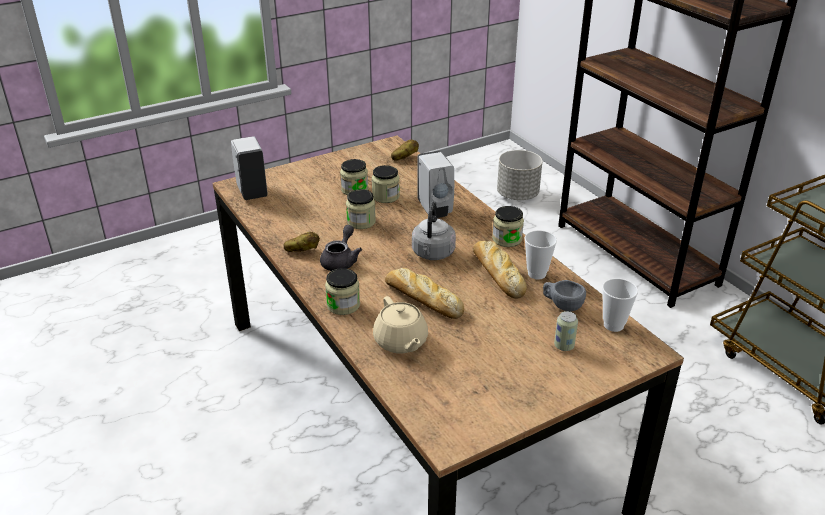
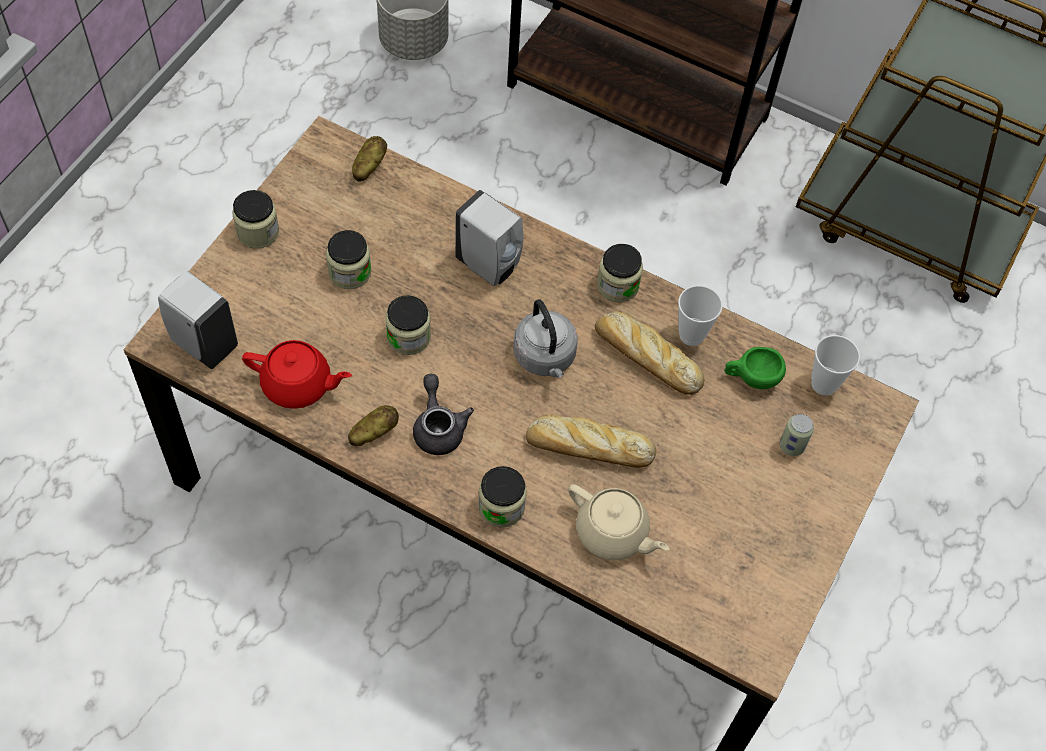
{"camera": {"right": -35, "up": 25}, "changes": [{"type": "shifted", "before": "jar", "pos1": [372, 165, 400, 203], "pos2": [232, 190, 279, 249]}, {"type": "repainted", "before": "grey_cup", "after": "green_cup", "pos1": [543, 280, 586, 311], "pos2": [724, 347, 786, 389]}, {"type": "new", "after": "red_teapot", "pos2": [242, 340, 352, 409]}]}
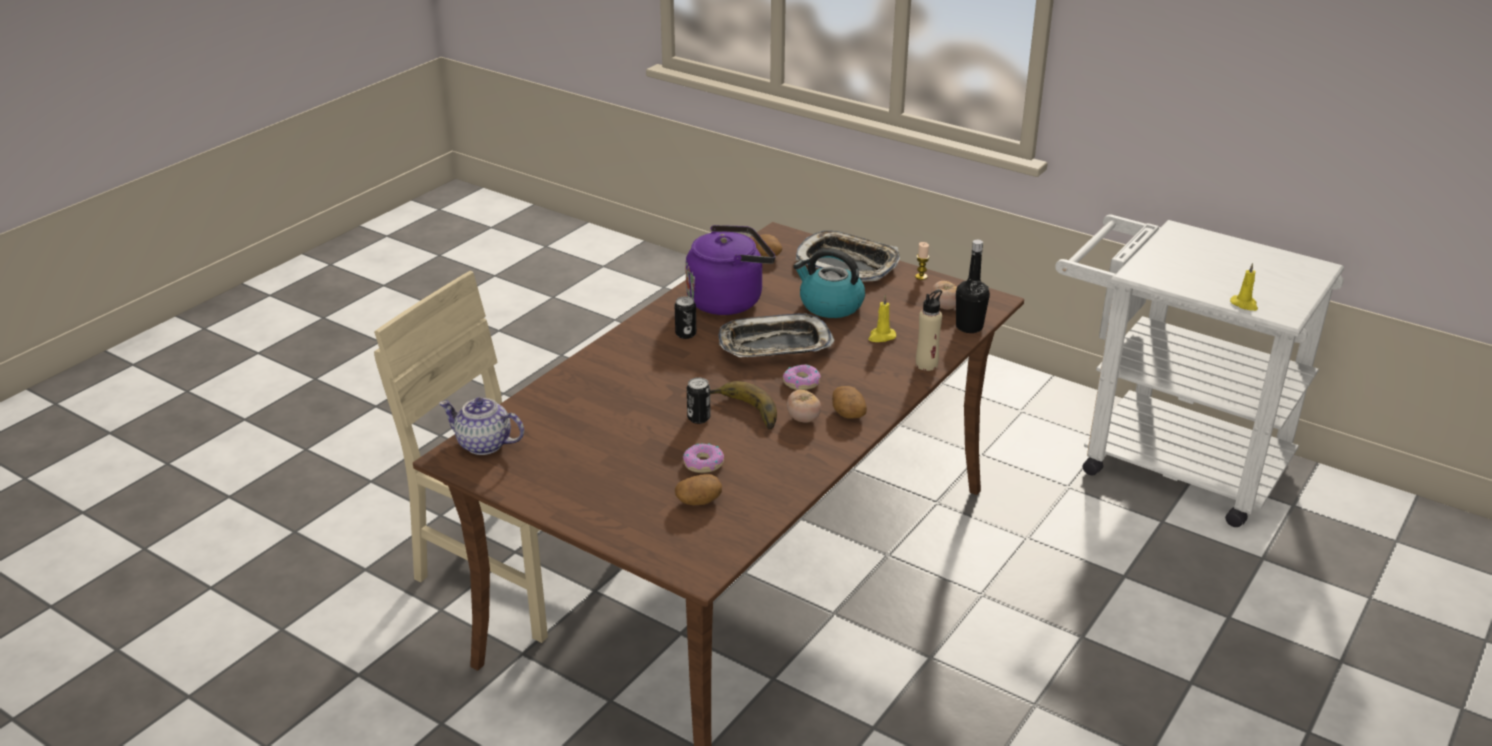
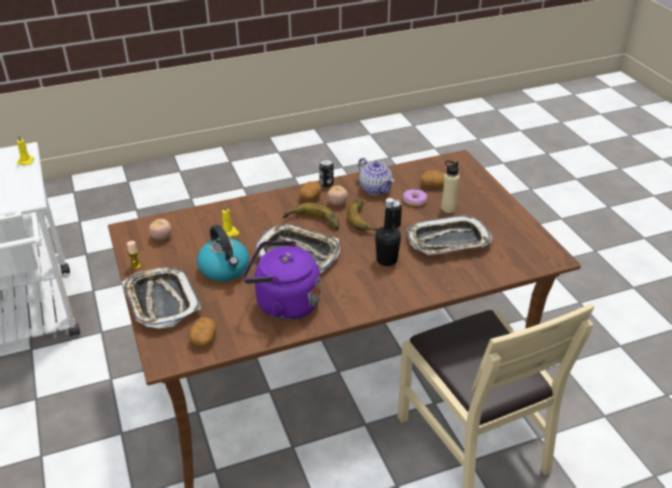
{"camera": {"right": -145, "up": 5}, "changes": [{"type": "shifted", "before": "teapot", "pos1": [439, 397, 524, 455], "pos2": [358, 158, 394, 195]}, {"type": "shifted", "before": "can", "pos1": [675, 296, 696, 339], "pos2": [319, 159, 334, 187]}, {"type": "swapped", "before": "donut", "after": "banana", "pos1": [783, 365, 821, 390], "pos2": [283, 203, 339, 230]}, {"type": "shifted", "before": "beige_bottle", "pos1": [916, 289, 942, 371], "pos2": [441, 161, 460, 213]}, {"type": "shifted", "before": "black_bottle", "pos1": [956, 240, 990, 333], "pos2": [375, 198, 401, 266]}, {"type": "new", "after": "tray", "pos2": [406, 215, 492, 255]}]}
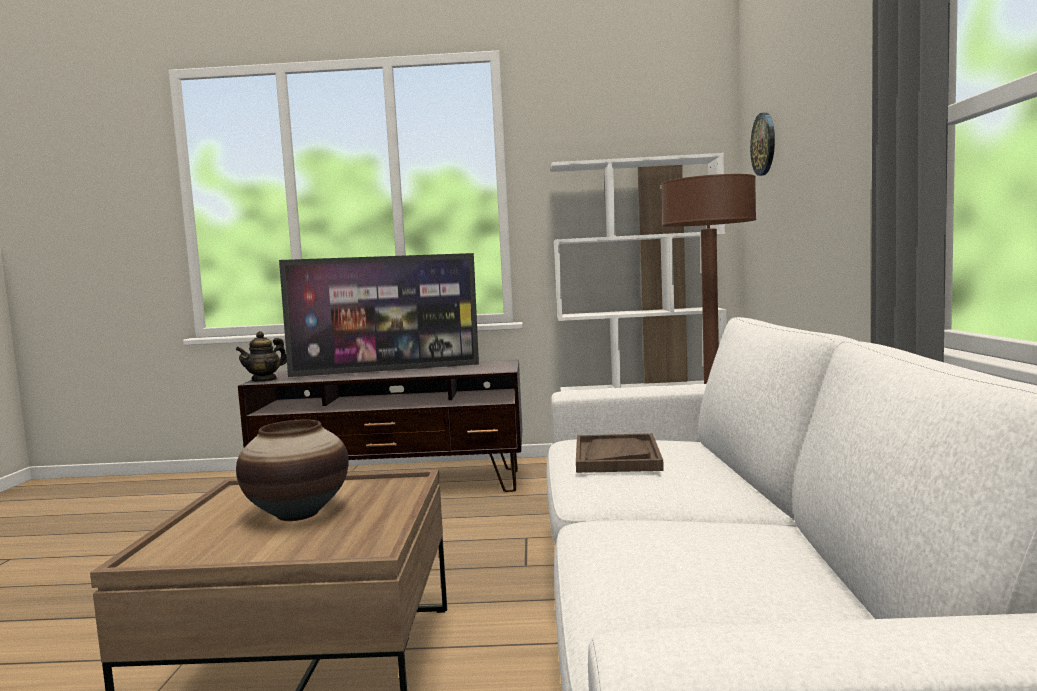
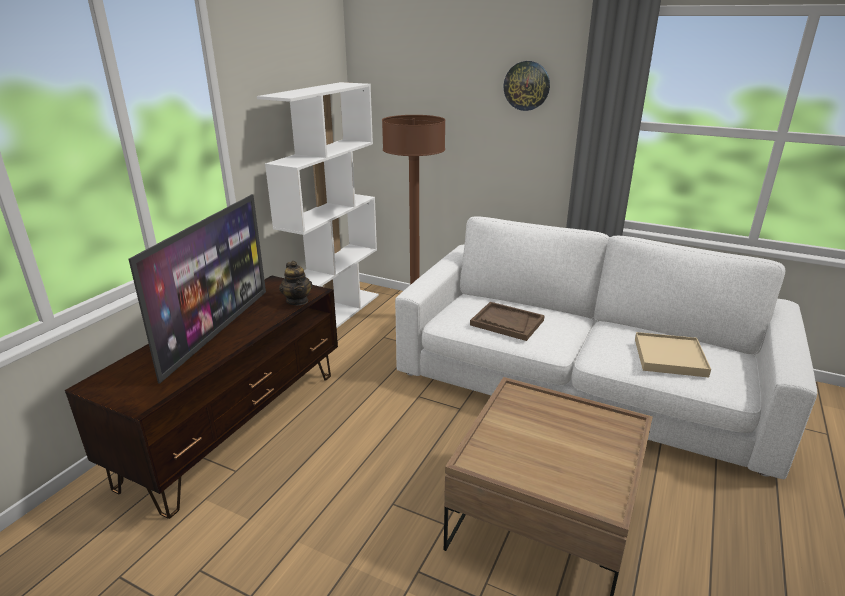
{"camera": {"right": -65, "up": 20}, "changes": [{"type": "shifted", "before": "teapot", "pos1": [236, 331, 287, 382], "pos2": [279, 261, 312, 305]}, {"type": "gone", "before": "vase", "pos1": [236, 419, 349, 521]}, {"type": "shifted", "before": "wall_clock", "pos1": [750, 113, 775, 176], "pos2": [504, 61, 550, 111]}, {"type": "new", "after": "beige_tray", "pos2": [635, 332, 711, 378]}]}
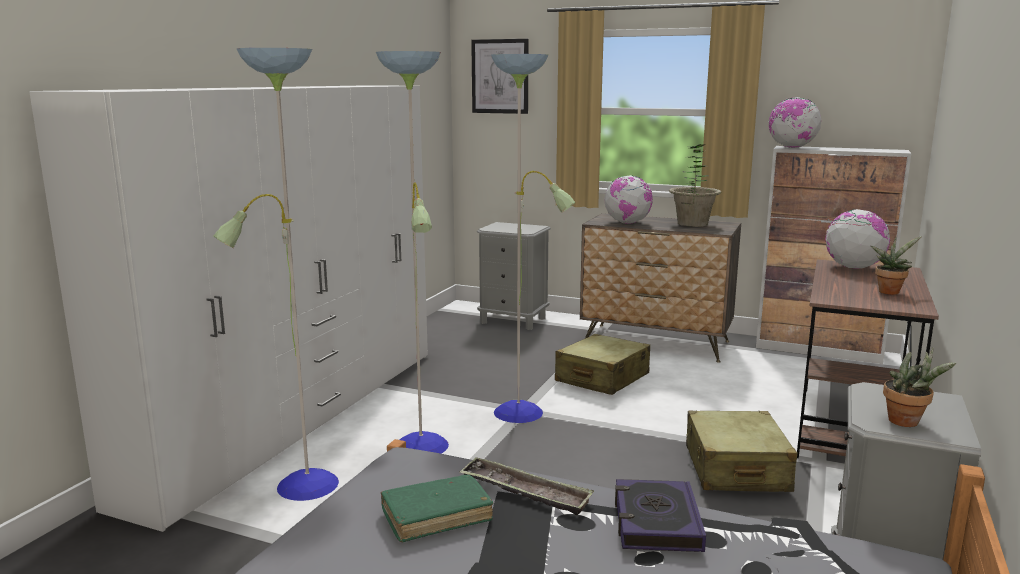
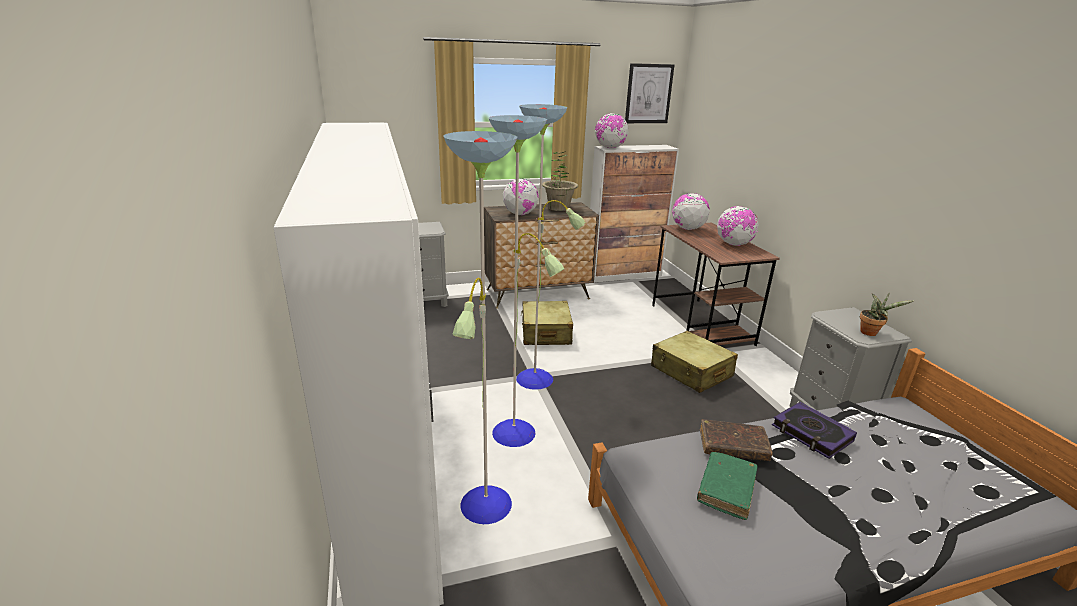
{"camera": {"right": -40, "up": 10}, "changes": [{"type": "swapped", "before": "tray", "after": "brown_book", "pos1": [459, 457, 594, 515], "pos2": [700, 419, 773, 461]}, {"type": "shifted", "before": "picture", "pos1": [471, 39, 529, 114], "pos2": [625, 63, 674, 123]}, {"type": "swapped", "before": "potted_plant", "after": "globe", "pos1": [871, 236, 922, 295], "pos2": [717, 206, 758, 246]}]}
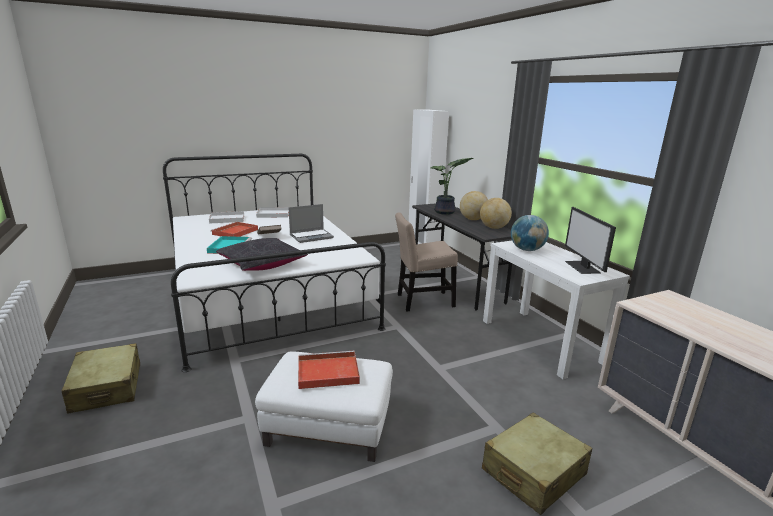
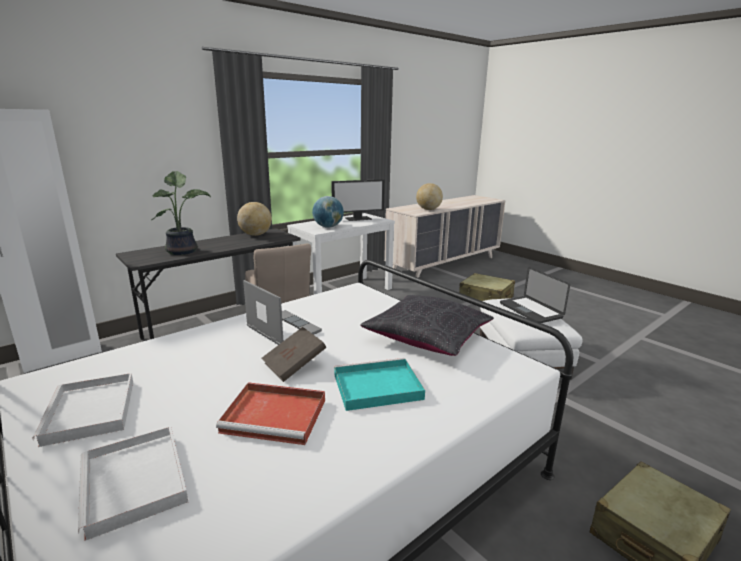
{"camera": {"right": -105, "up": 0}, "changes": [{"type": "swapped", "before": "red_tray", "after": "laptop", "pos1": [298, 351, 360, 389], "pos2": [500, 267, 570, 323]}, {"type": "shifted", "before": "globe", "pos1": [460, 191, 488, 220], "pos2": [416, 183, 443, 210]}]}
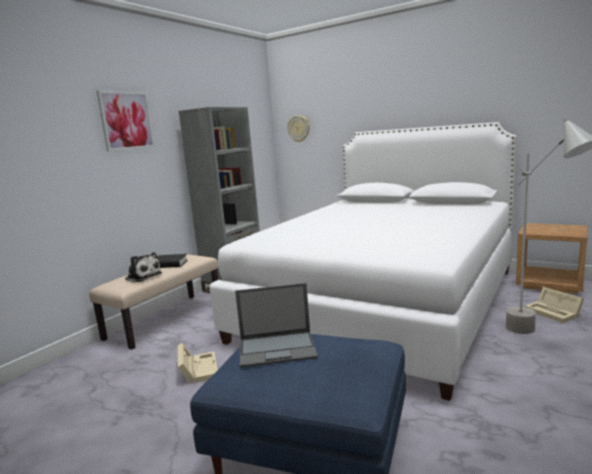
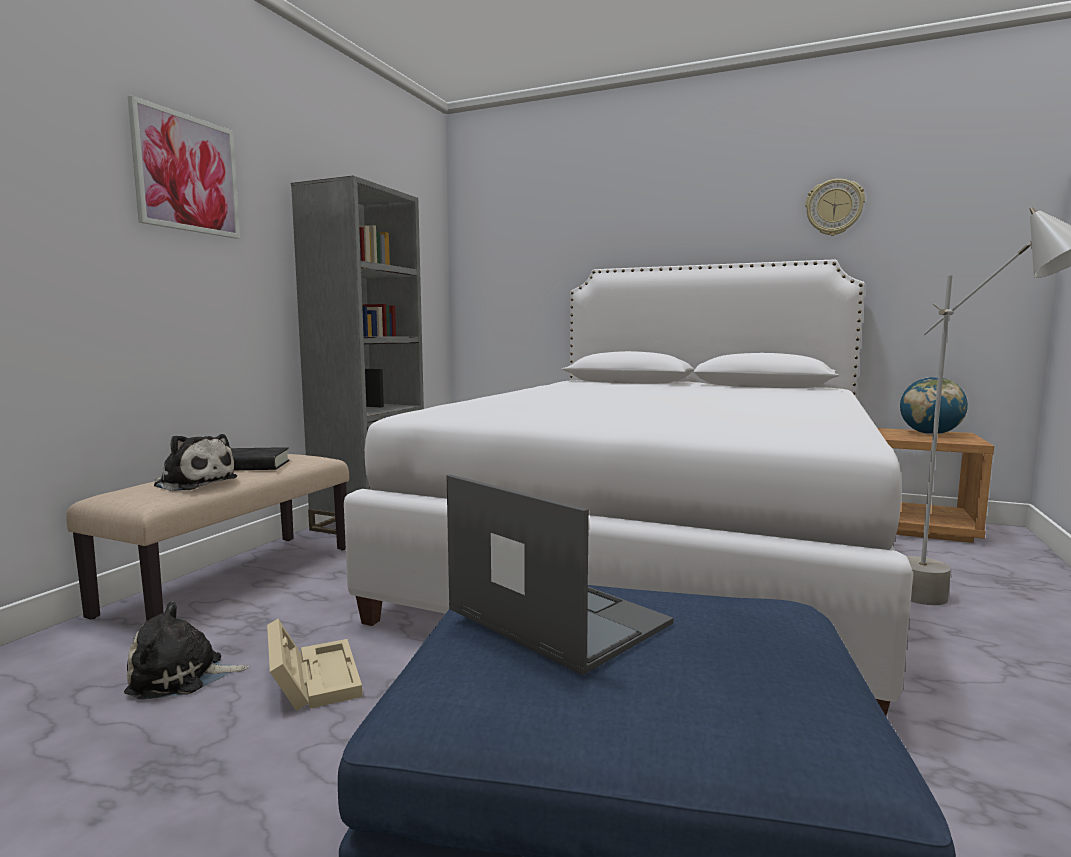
{"camera": {"right": -10, "up": -5}, "changes": [{"type": "rotated", "before": "laptop", "pos1": [235, 283, 318, 368], "pos2": [447, 474, 674, 675], "turn": -120}, {"type": "shifted", "before": "wall_clock", "pos1": [287, 115, 310, 142], "pos2": [805, 179, 865, 236]}, {"type": "gone", "before": "beige_storage_box", "pos1": [525, 287, 584, 323]}, {"type": "new", "after": "plush_toy", "pos2": [124, 601, 249, 699]}, {"type": "new", "after": "globe", "pos2": [900, 377, 968, 434]}]}
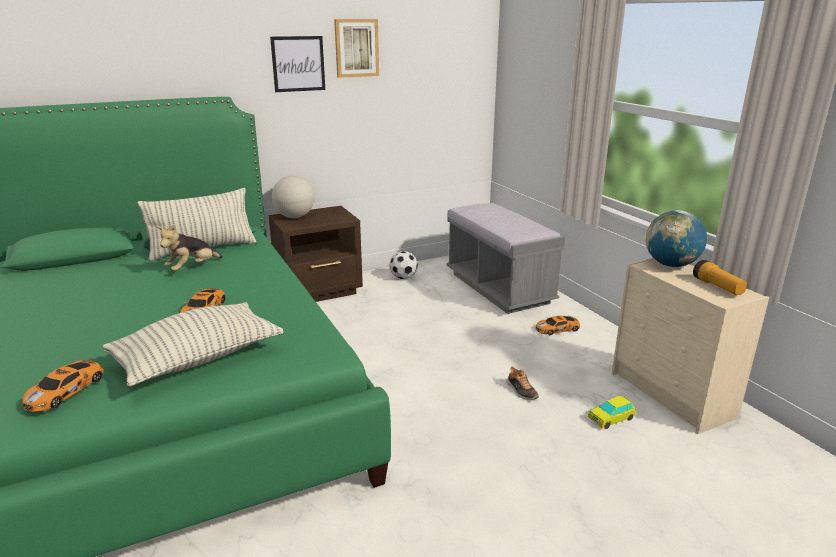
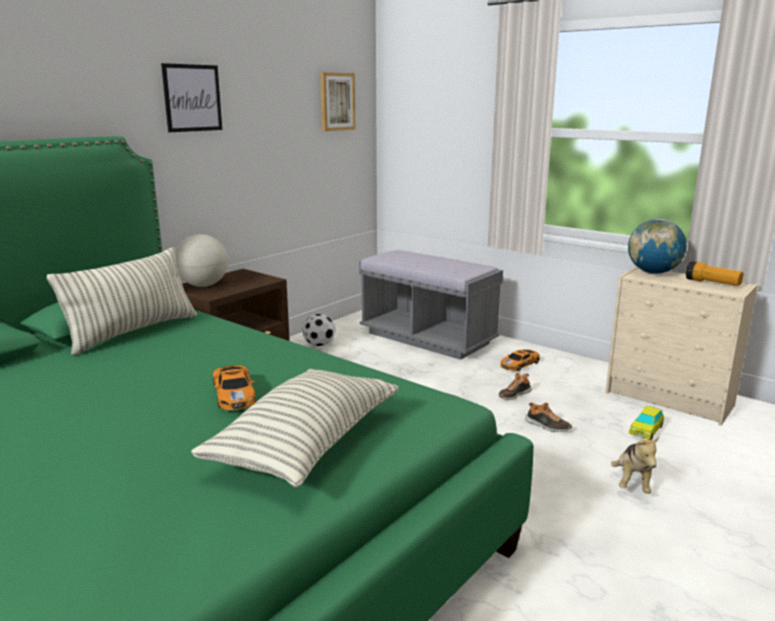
{"camera": {"right": -25, "up": -5}, "changes": [{"type": "gone", "before": "toy_car", "pos1": [22, 360, 104, 412]}, {"type": "shifted", "before": "plush_toy", "pos1": [157, 226, 223, 271], "pos2": [611, 437, 659, 494]}, {"type": "shifted", "before": "picture", "pos1": [334, 19, 379, 78], "pos2": [320, 72, 355, 131]}, {"type": "new", "after": "shoe", "pos2": [499, 373, 532, 400]}]}
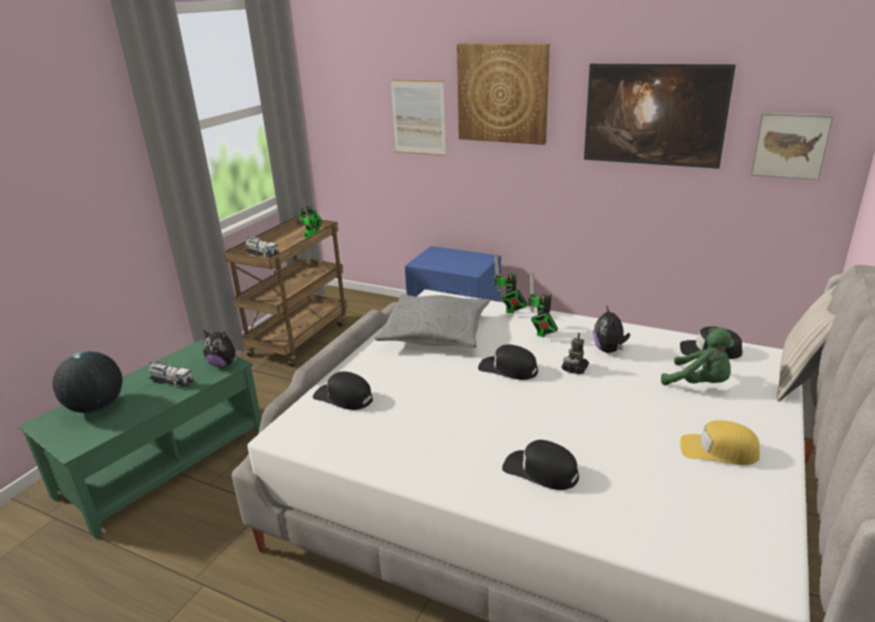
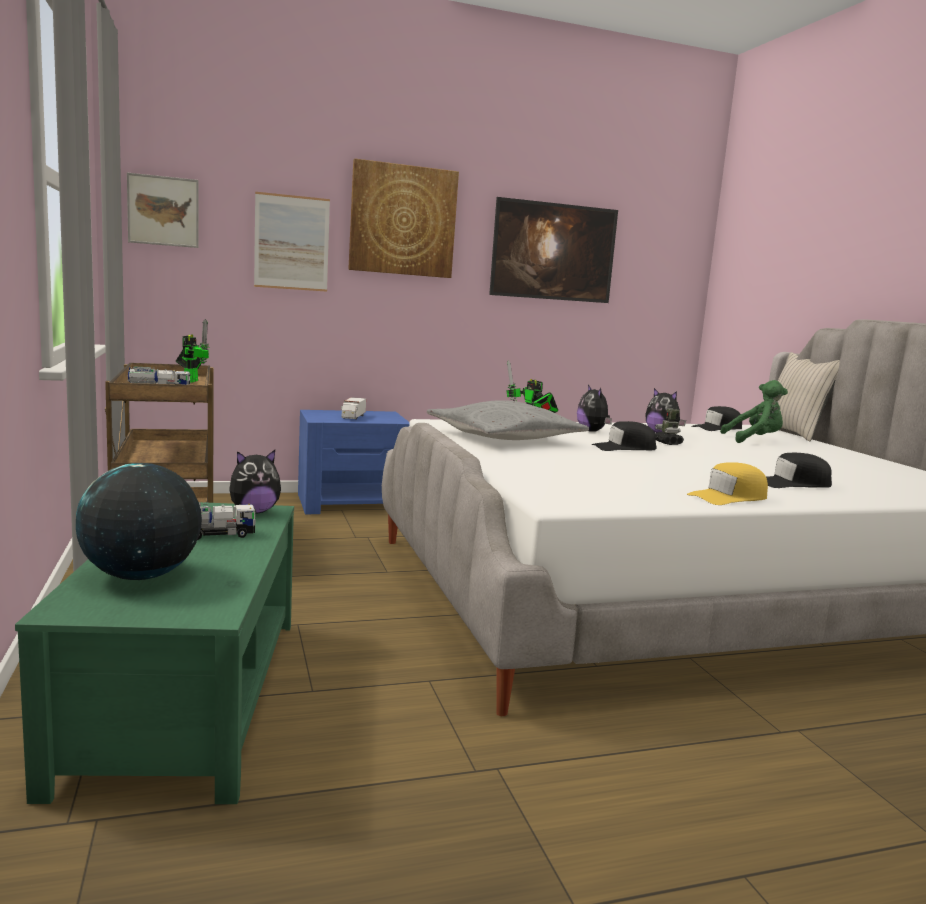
{"camera": {"right": -45, "up": -15}, "changes": [{"type": "gone", "before": "black_cap", "pos1": [313, 371, 373, 410]}, {"type": "swapped", "before": "toy_robot", "after": "plush_toy", "pos1": [528, 271, 558, 337], "pos2": [577, 385, 612, 432]}, {"type": "shifted", "before": "yellow_cap", "pos1": [680, 420, 760, 465], "pos2": [687, 462, 768, 505]}, {"type": "shifted", "before": "picture", "pos1": [750, 113, 834, 180], "pos2": [127, 173, 199, 248]}, {"type": "new", "after": "toy_truck", "pos2": [341, 397, 366, 420]}]}
